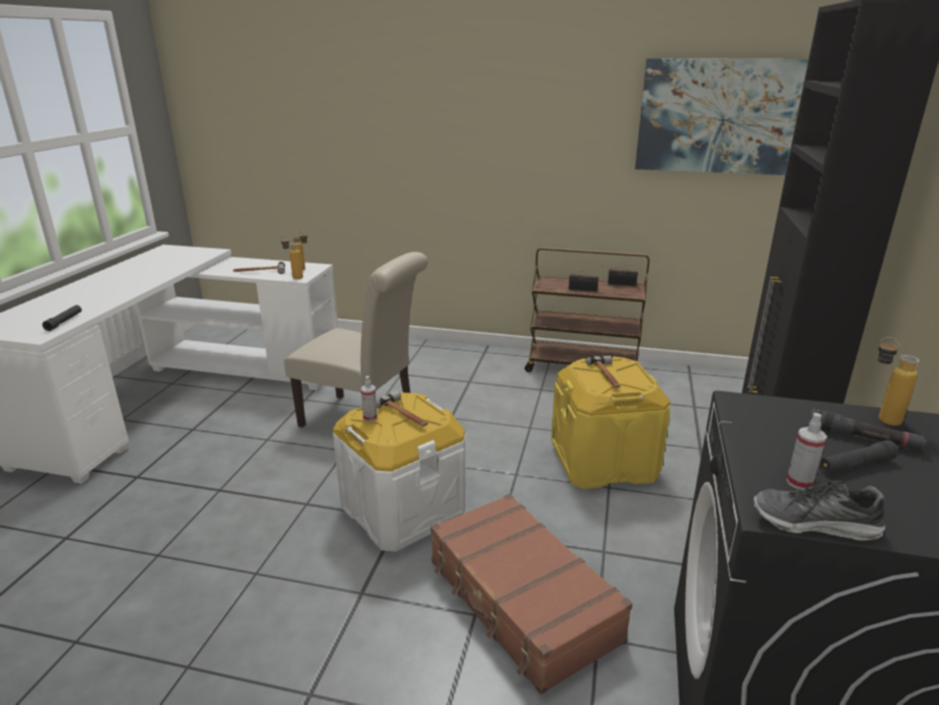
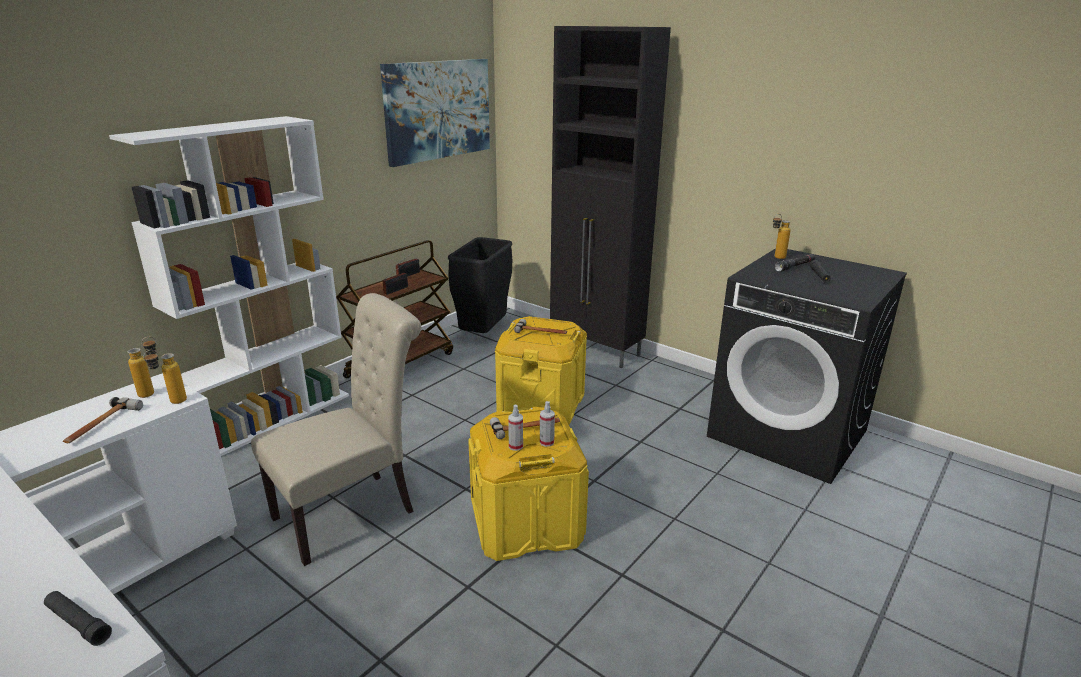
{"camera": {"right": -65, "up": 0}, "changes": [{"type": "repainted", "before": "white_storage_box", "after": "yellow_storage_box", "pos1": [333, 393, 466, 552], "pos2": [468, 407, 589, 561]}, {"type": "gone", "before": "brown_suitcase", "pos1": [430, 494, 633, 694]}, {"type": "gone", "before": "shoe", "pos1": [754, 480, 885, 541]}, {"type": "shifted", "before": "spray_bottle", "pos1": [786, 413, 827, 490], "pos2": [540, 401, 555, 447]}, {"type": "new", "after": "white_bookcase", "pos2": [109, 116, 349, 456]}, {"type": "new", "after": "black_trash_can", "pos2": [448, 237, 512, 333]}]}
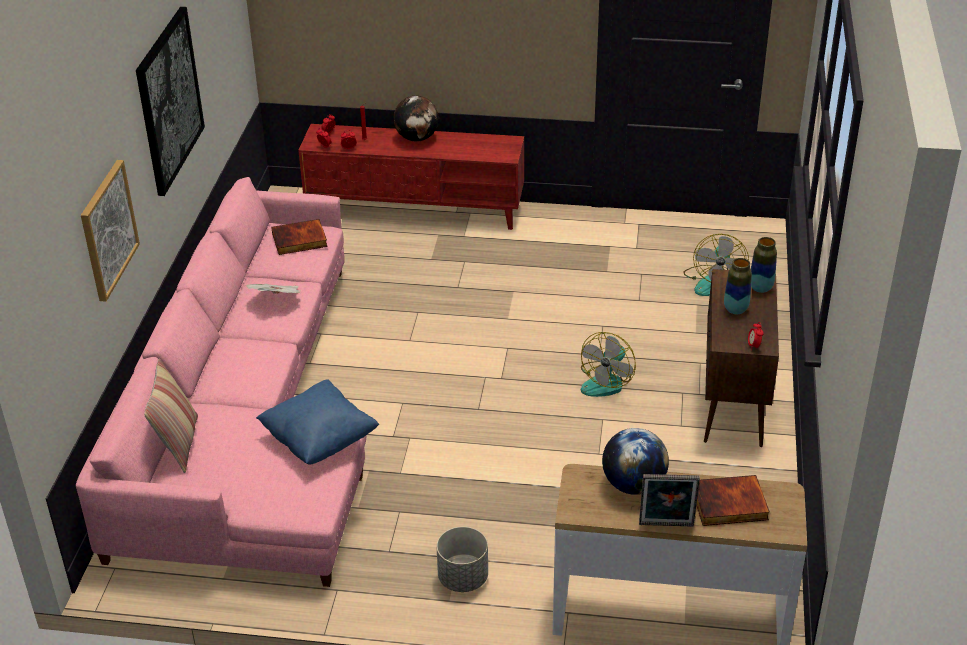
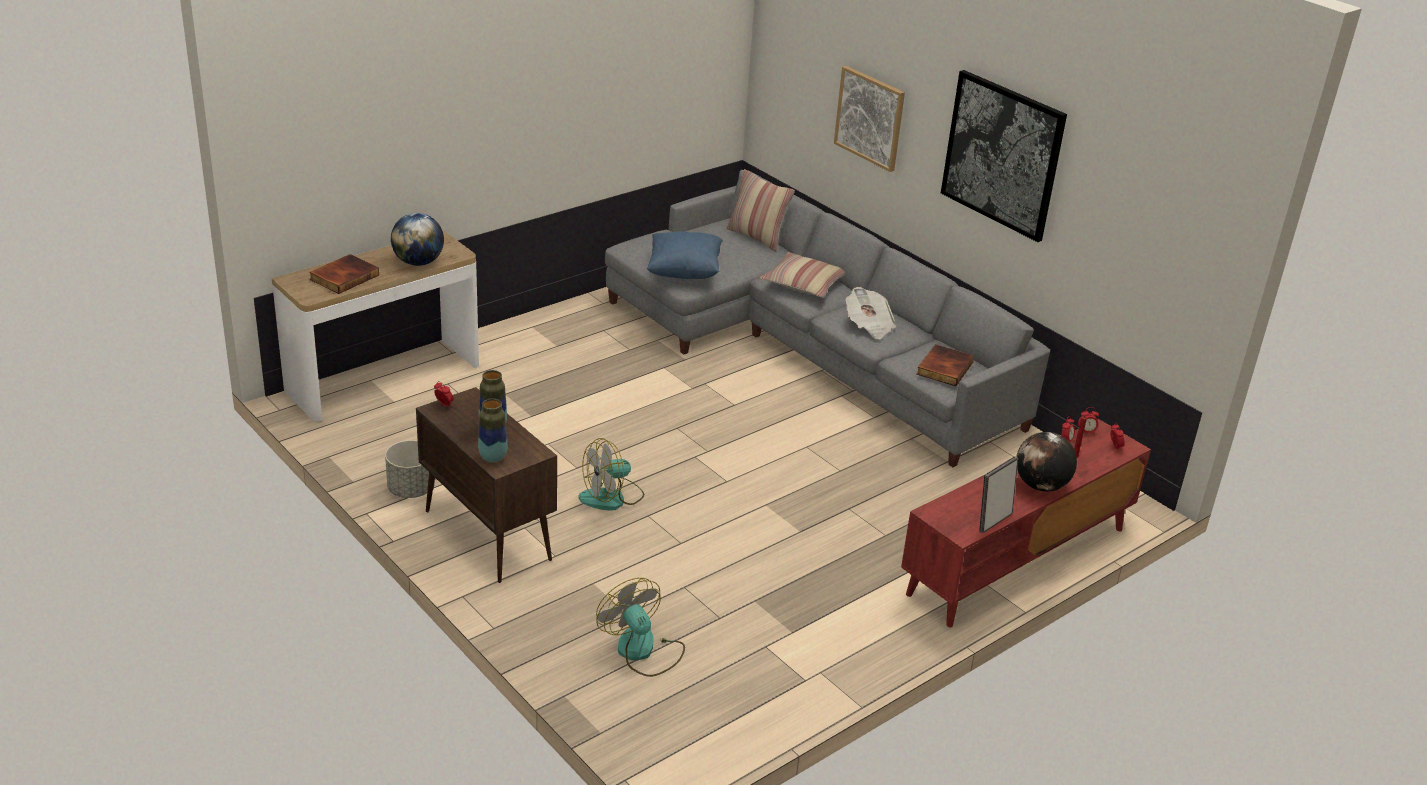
{"camera": {"right": 130, "up": -5}, "changes": [{"type": "repainted", "before": "pink_sofa", "after": "grey_sofa", "pos1": [76, 177, 366, 587], "pos2": [605, 170, 1050, 467]}, {"type": "shifted", "before": "grey_planter", "pos1": [436, 527, 488, 592], "pos2": [385, 440, 435, 498]}, {"type": "rotated", "before": "fan", "pos1": [581, 332, 636, 397], "pos2": [578, 438, 644, 511], "turn": -105}, {"type": "shifted", "before": "picture_frame", "pos1": [639, 474, 700, 527], "pos2": [979, 456, 1018, 533]}, {"type": "new", "after": "pillow", "pos2": [760, 252, 845, 298]}]}
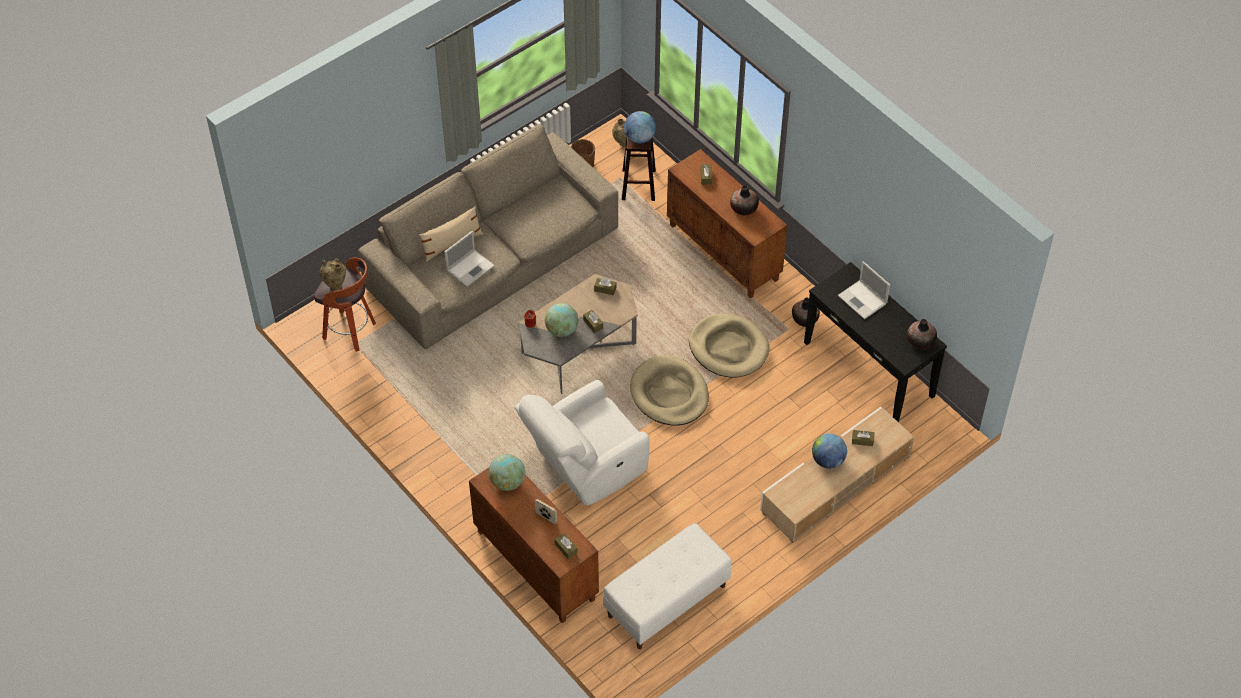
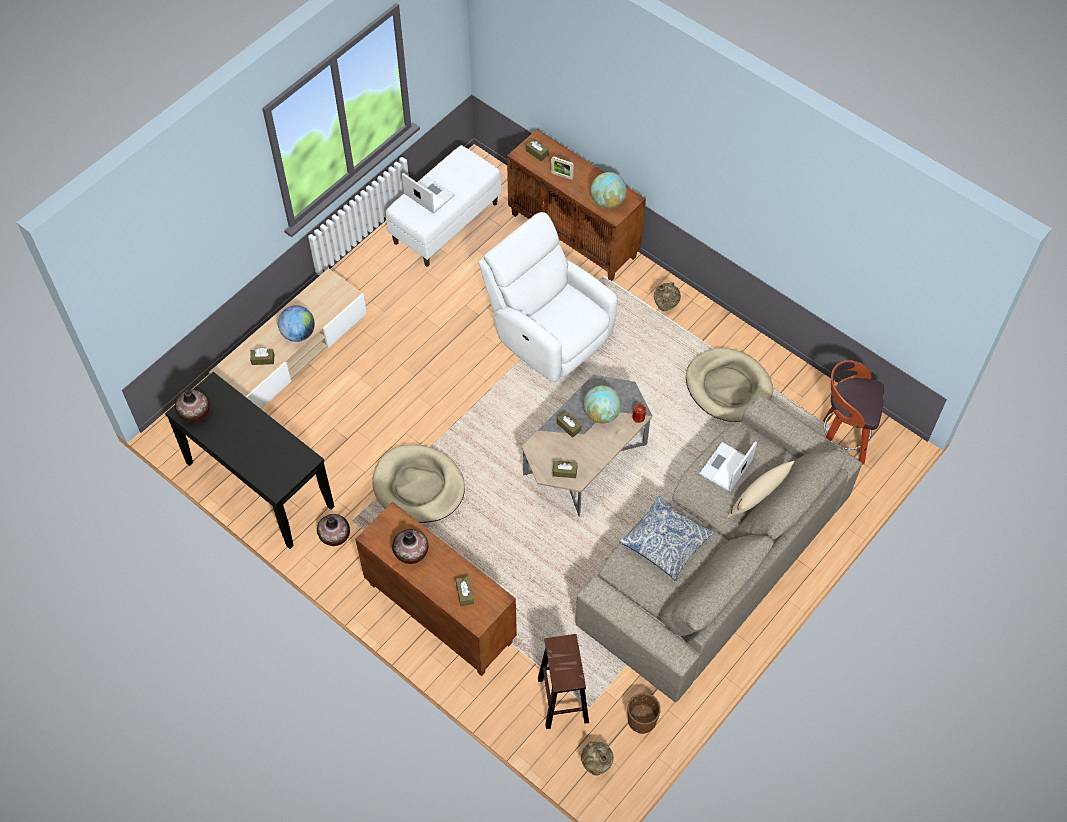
{"camera": {"right": 170, "up": 5}, "changes": [{"type": "shifted", "before": "beige_vase", "pos1": [320, 258, 346, 291], "pos2": [654, 282, 681, 311]}, {"type": "rotated", "before": "white_armchair", "pos1": [515, 380, 649, 505], "pos2": [479, 212, 617, 382], "turn": -90}, {"type": "gone", "before": "globe", "pos1": [624, 111, 656, 143]}, {"type": "shifted", "before": "beige_dog_bed", "pos1": [630, 355, 709, 426], "pos2": [686, 348, 773, 422]}, {"type": "shifted", "before": "laptop", "pos1": [838, 261, 890, 319], "pos2": [402, 173, 454, 213]}, {"type": "new", "after": "pillow", "pos2": [619, 496, 715, 581]}]}
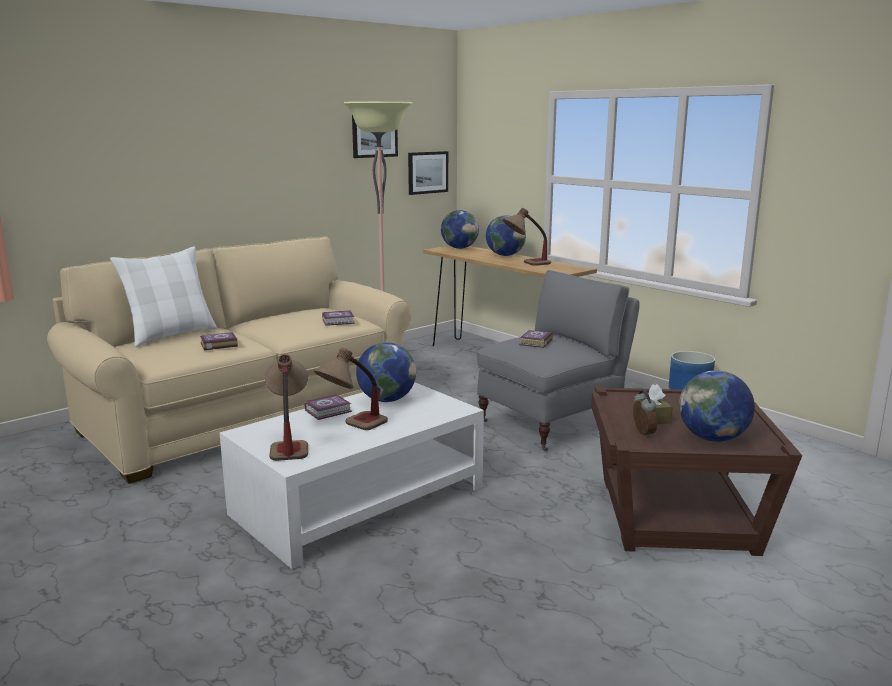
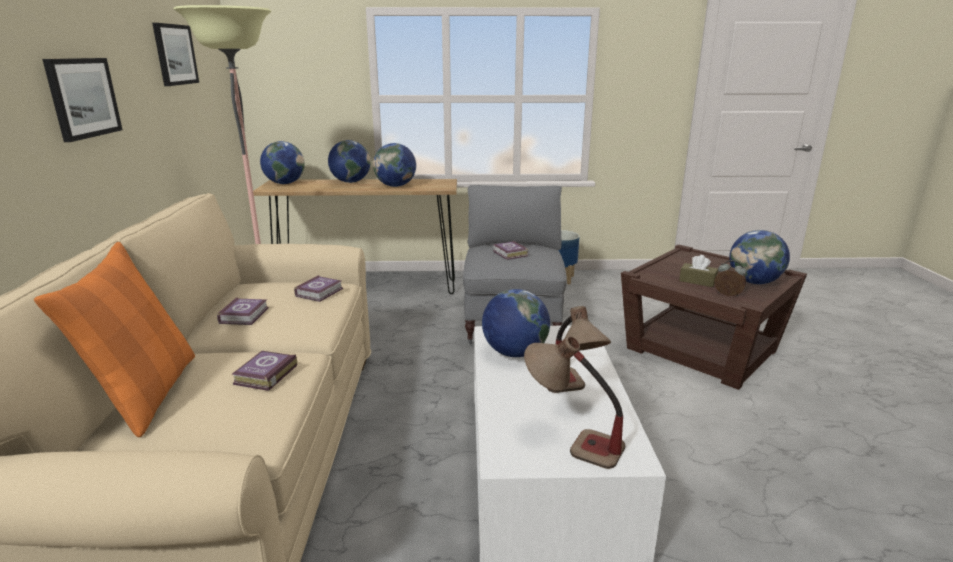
{"camera": {"right": -50, "up": 5}, "changes": [{"type": "repainted", "before": "white_pillow", "after": "orange_pillow", "pos1": [110, 246, 217, 347], "pos2": [34, 242, 195, 437]}, {"type": "shifted", "before": "book", "pos1": [304, 394, 352, 420], "pos2": [217, 297, 269, 325]}, {"type": "shifted", "before": "picture", "pos1": [408, 151, 448, 195], "pos2": [42, 58, 122, 142]}, {"type": "swapped", "before": "table_lamp", "after": "globe", "pos1": [503, 208, 551, 266], "pos2": [373, 143, 416, 187]}]}
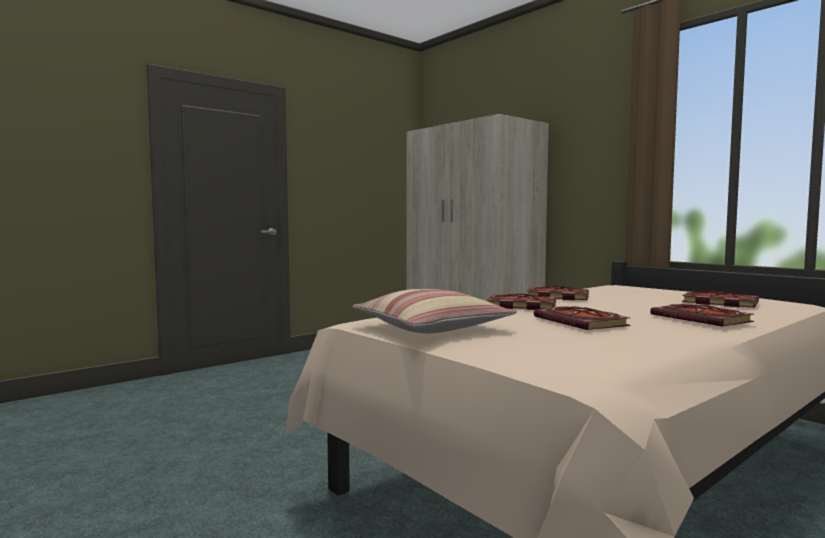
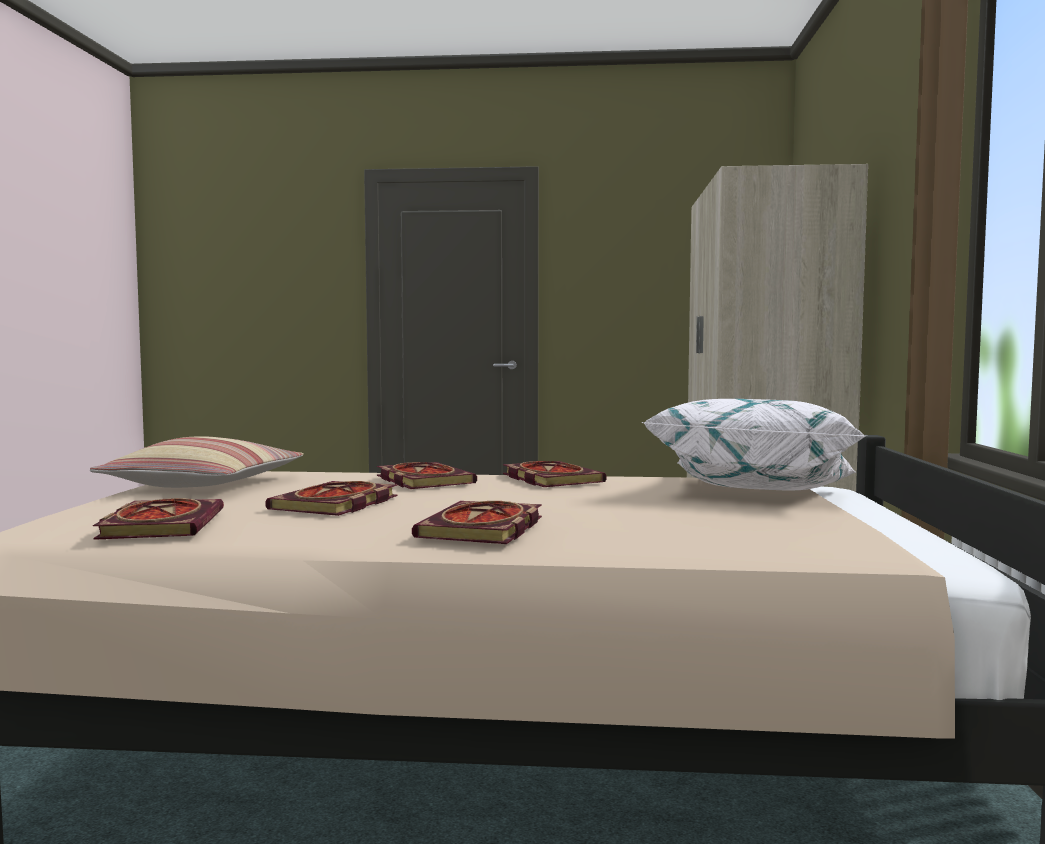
{"camera": {"right": 45, "up": 0}, "changes": [{"type": "shifted", "before": "book", "pos1": [682, 291, 759, 308], "pos2": [93, 498, 224, 540]}, {"type": "new", "after": "white_pillow", "pos2": [642, 399, 867, 491]}]}
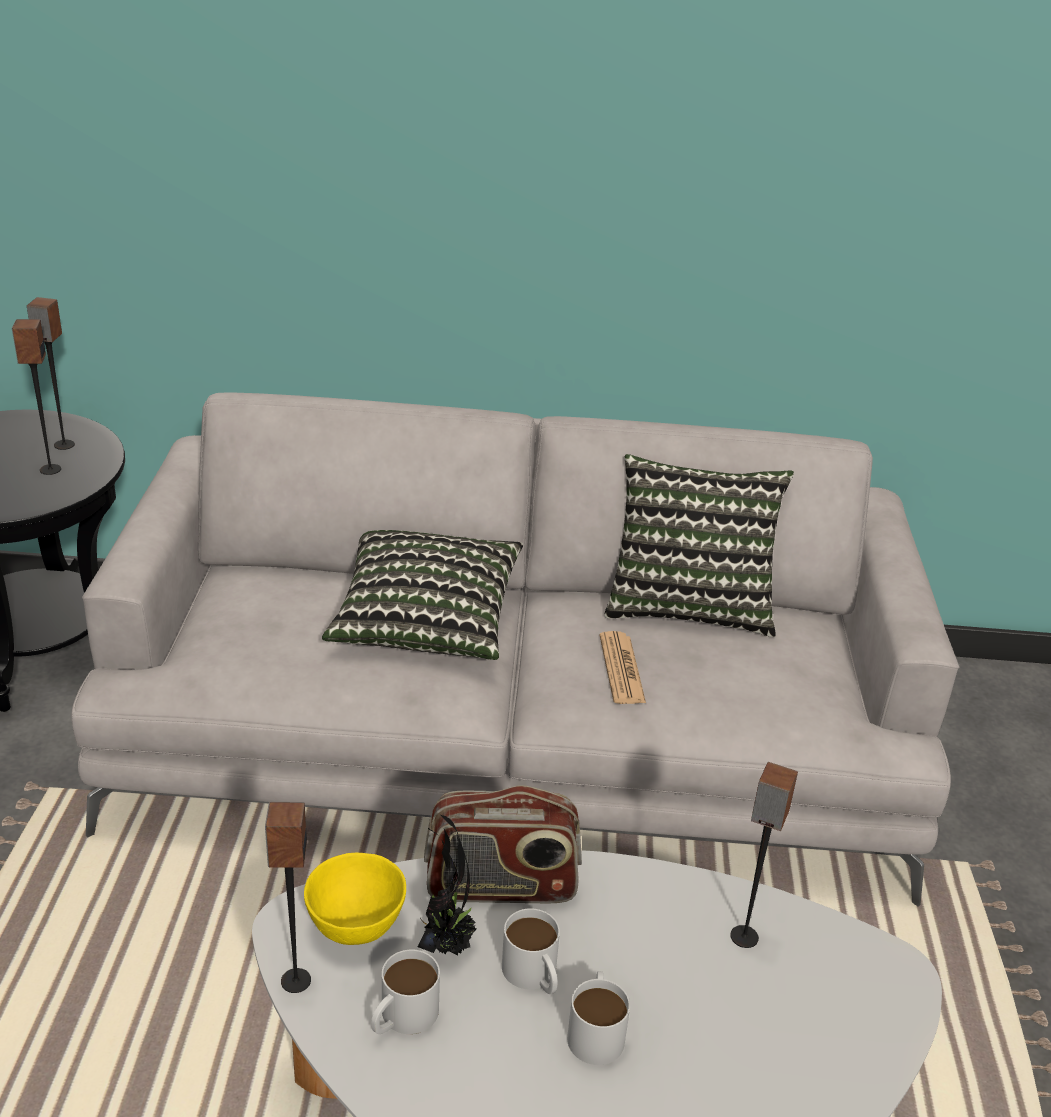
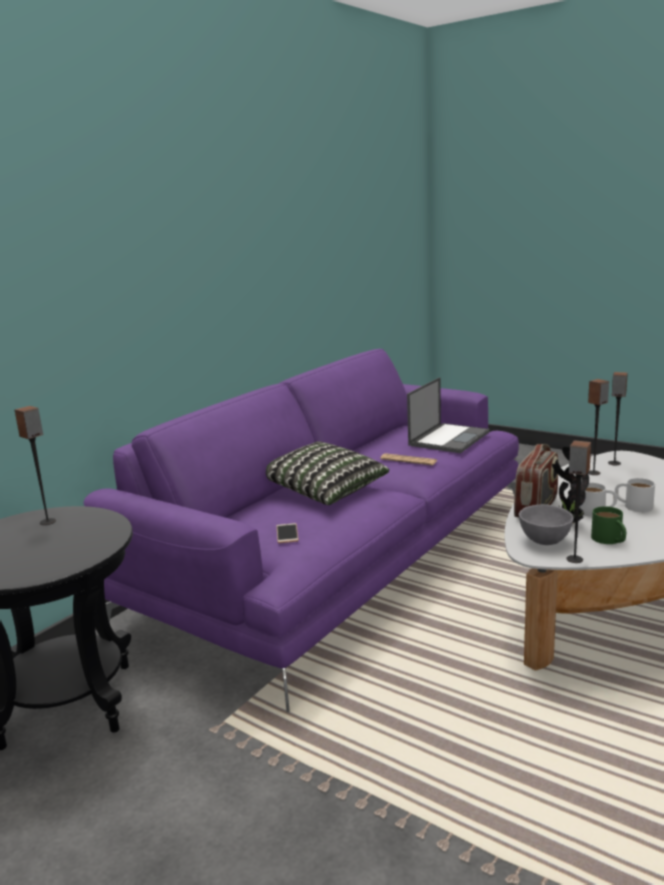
{"camera": {"right": -55, "up": -15}, "changes": [{"type": "shifted", "before": "speaker", "pos1": [12, 319, 61, 475], "pos2": [608, 372, 628, 465]}, {"type": "repainted", "before": "grey_sofa", "after": "purple_sofa", "pos1": [72, 392, 959, 907], "pos2": [84, 349, 519, 712]}, {"type": "repainted", "before": "yellow_bowl", "after": "grey_bowl", "pos1": [304, 853, 406, 945], "pos2": [519, 504, 573, 545]}, {"type": "repainted", "before": "white_mug", "after": "green_mug", "pos1": [371, 950, 440, 1034], "pos2": [591, 506, 626, 544]}, {"type": "gone", "before": "pillow", "pos1": [604, 454, 794, 637]}, {"type": "new", "after": "phone", "pos2": [276, 523, 299, 543]}, {"type": "new", "after": "laptop", "pos2": [407, 377, 490, 453]}]}
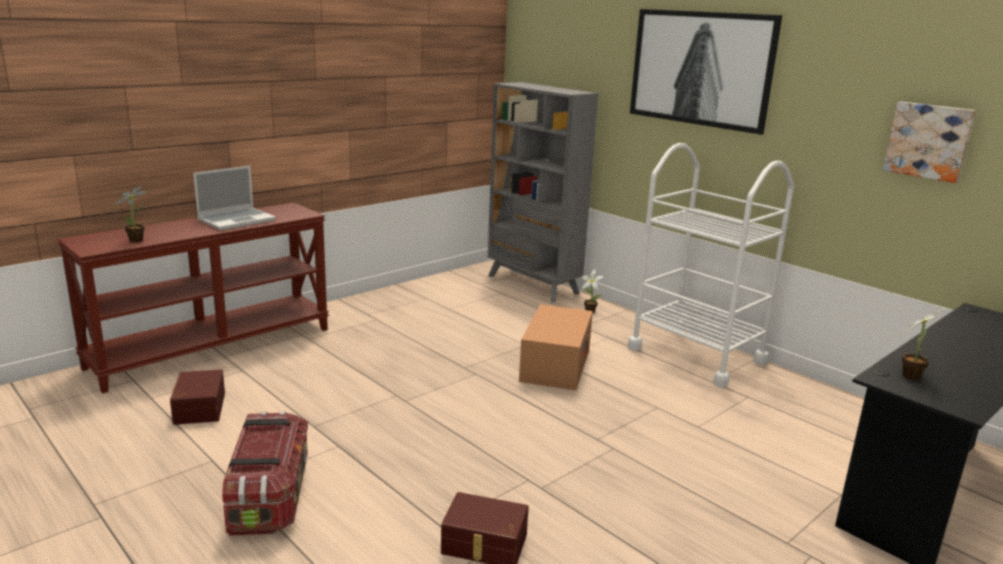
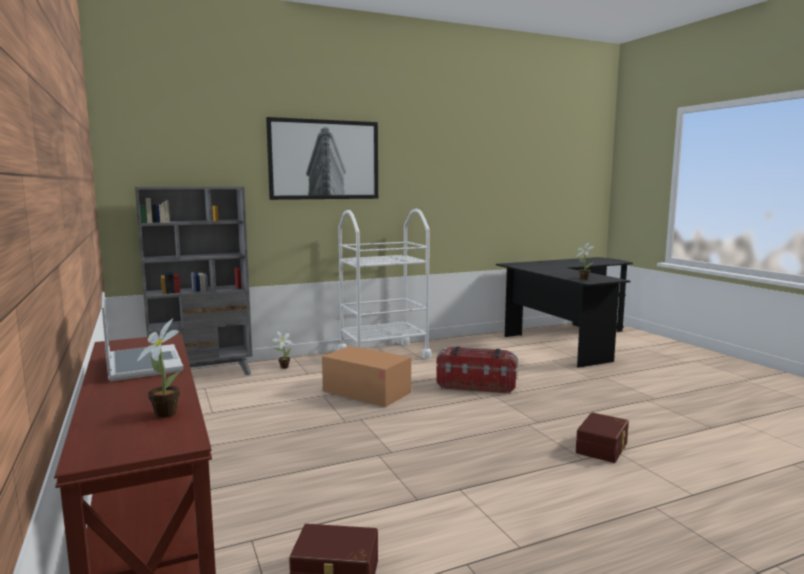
{"camera": {"right": -70, "up": -10}, "changes": [{"type": "shifted", "before": "storage_box", "pos1": [222, 411, 308, 536], "pos2": [436, 346, 518, 394]}, {"type": "gone", "before": "picture", "pos1": [883, 102, 976, 183]}]}
